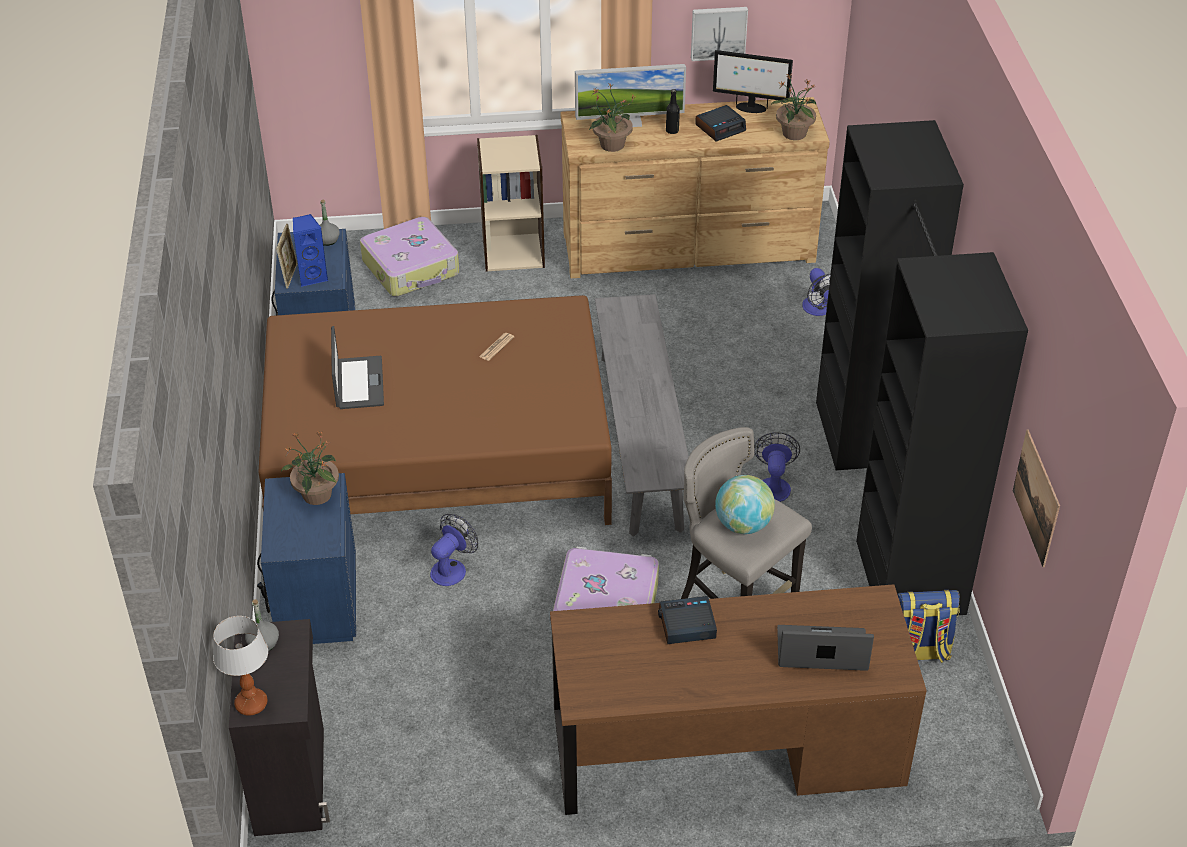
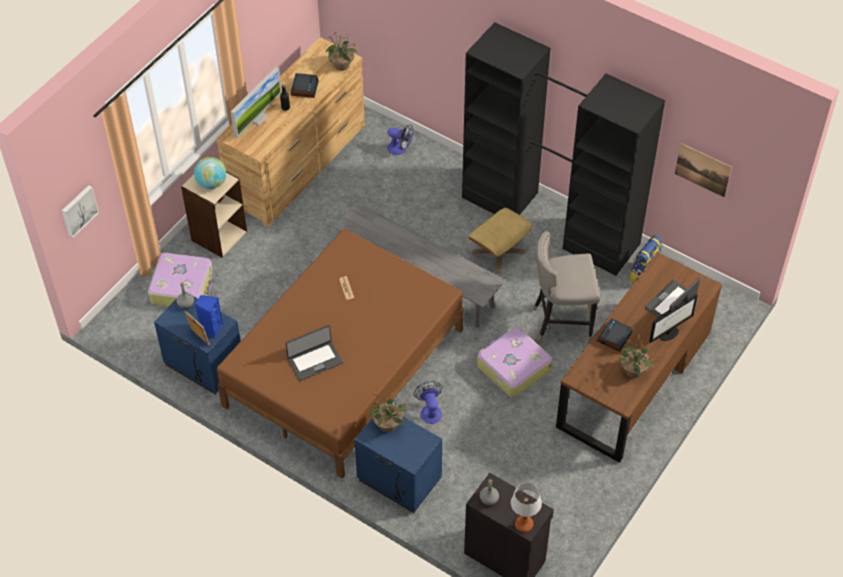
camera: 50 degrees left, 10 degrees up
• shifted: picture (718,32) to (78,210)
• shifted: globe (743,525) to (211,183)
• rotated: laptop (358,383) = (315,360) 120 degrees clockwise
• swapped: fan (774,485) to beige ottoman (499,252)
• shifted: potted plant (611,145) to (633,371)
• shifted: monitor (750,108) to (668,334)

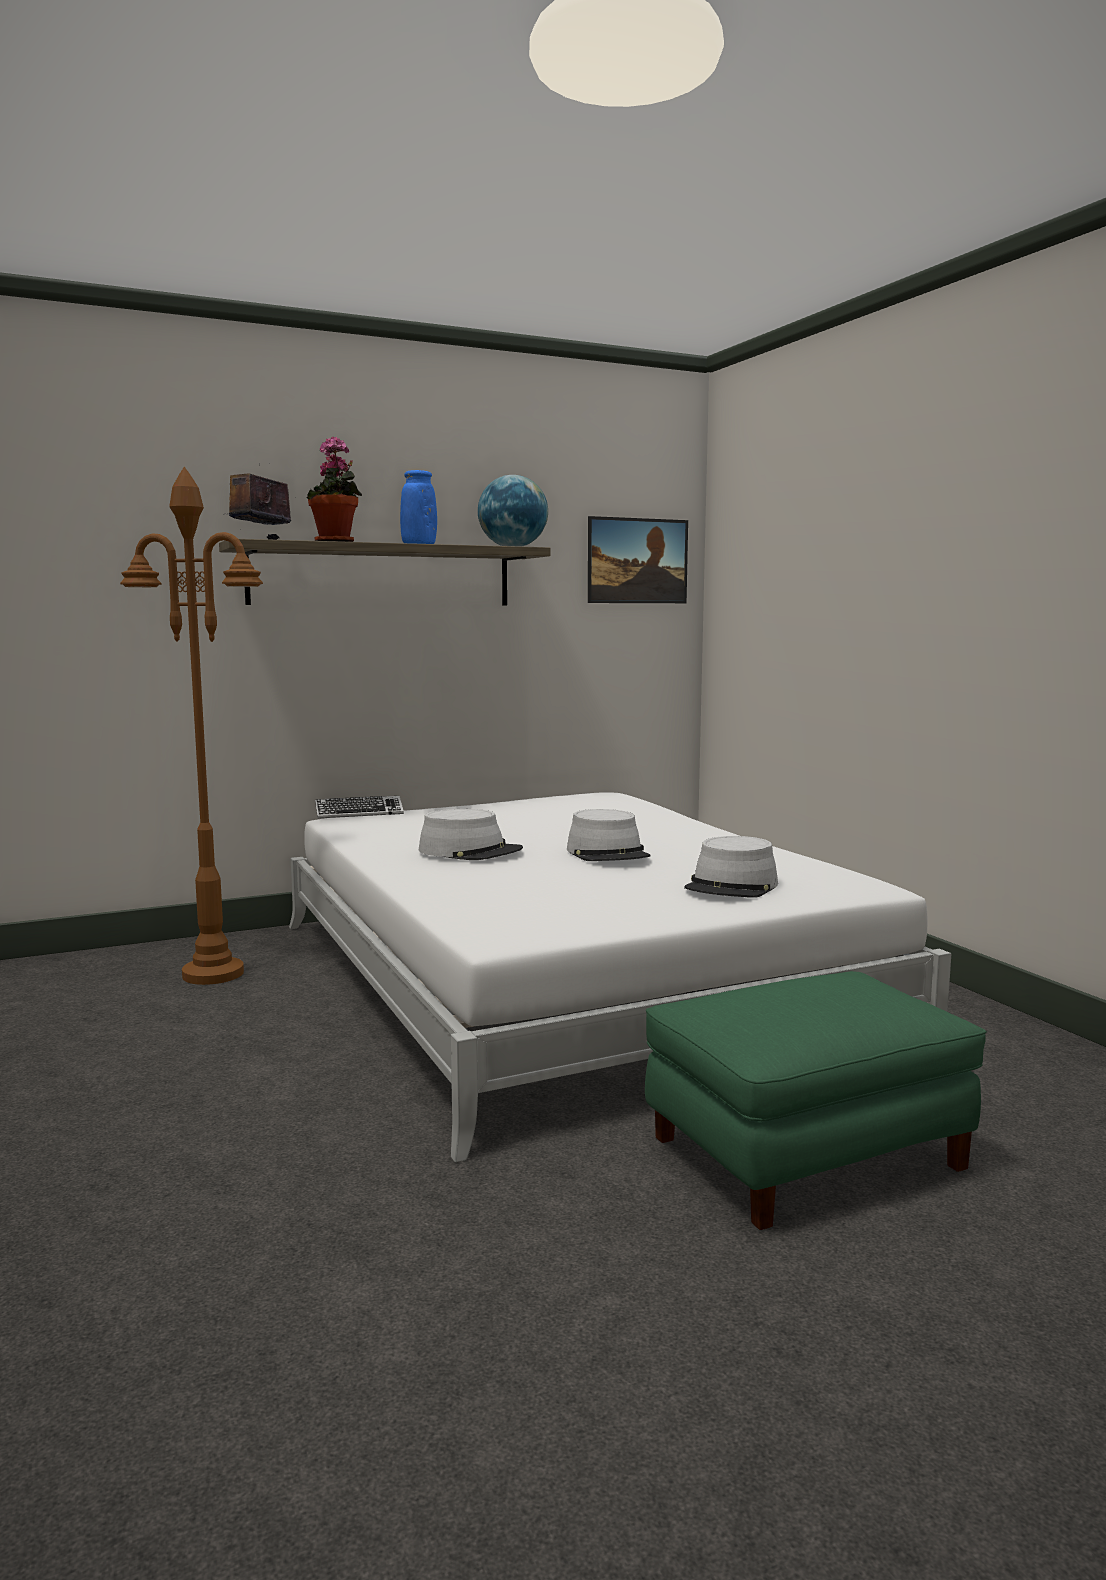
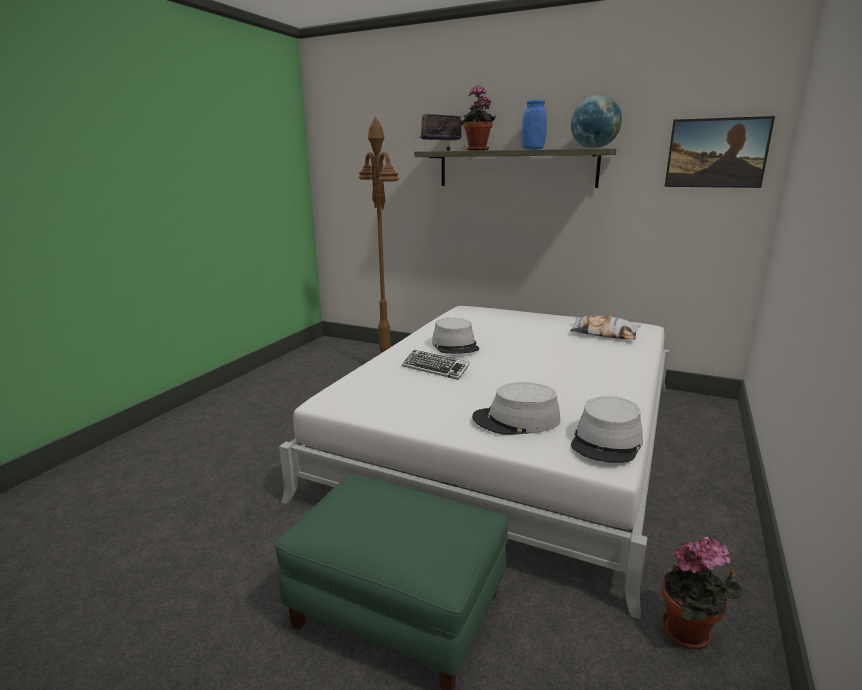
camera: 50 degrees right, 10 degrees up
• shifted: keyboard (359,813) to (435,368)
• new: pillow (604,333)
• shifted: grey hat (608,853) to (607,442)
• new: potted plant (690,634)

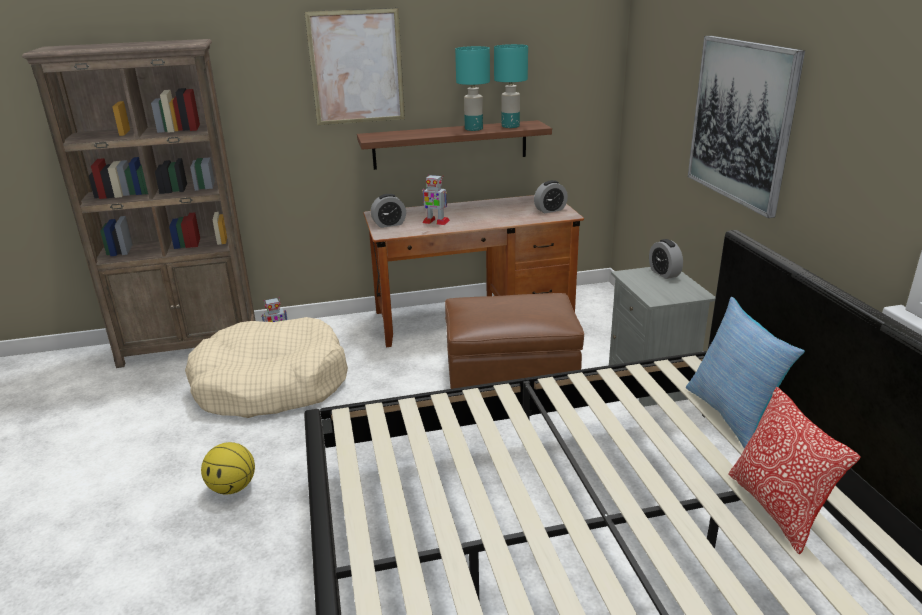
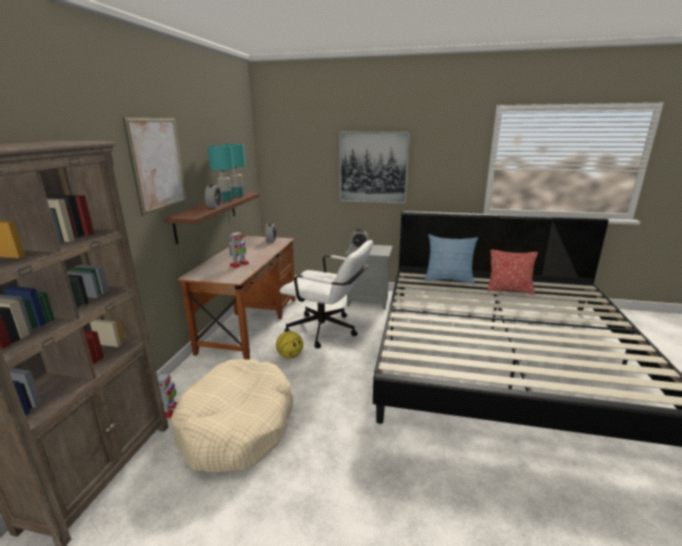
camera: 65 degrees left, 5 degrees down
• shifted: alarm clock (389,224) to (215,206)
• shifted: basketball (232,488) to (290,356)
• swapped: brown ottoman (510,377) to white office chair (328,331)

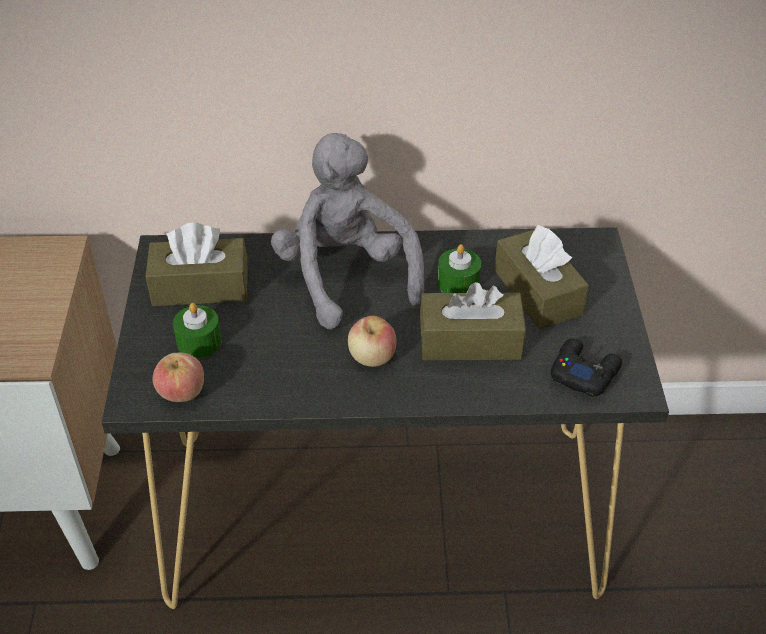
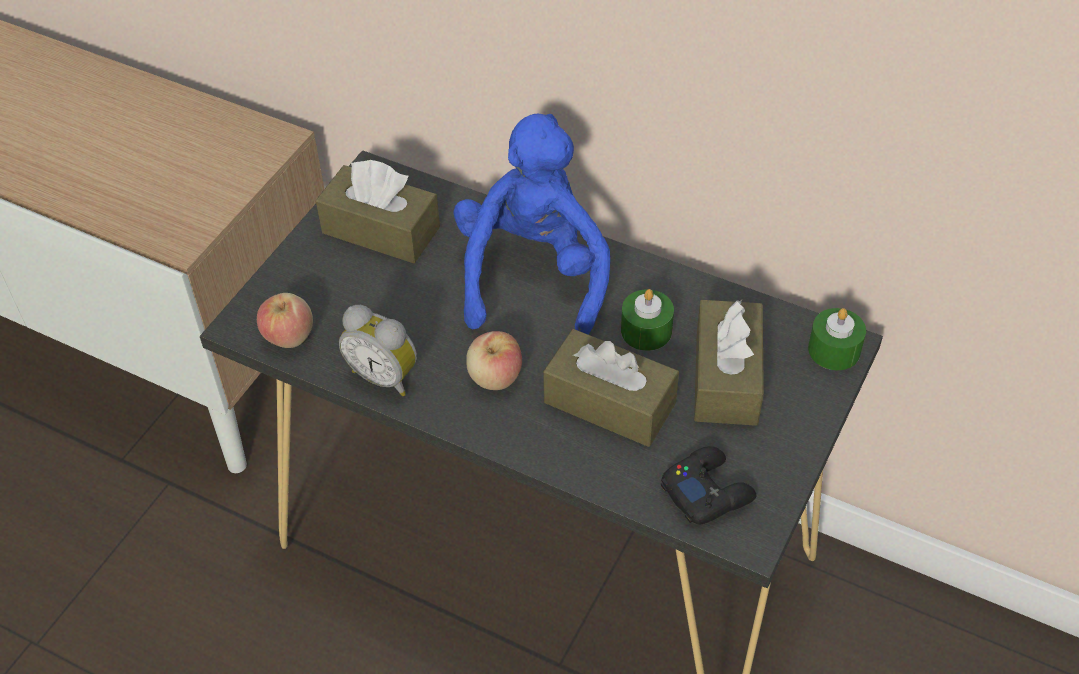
camera: 30 degrees right, 5 degrees up
• new: alarm clock (385,376)
• repainted: grey plush toy (346,276) to blue plush toy (533,275)
• shifted: green candle (199,341) to (834,350)

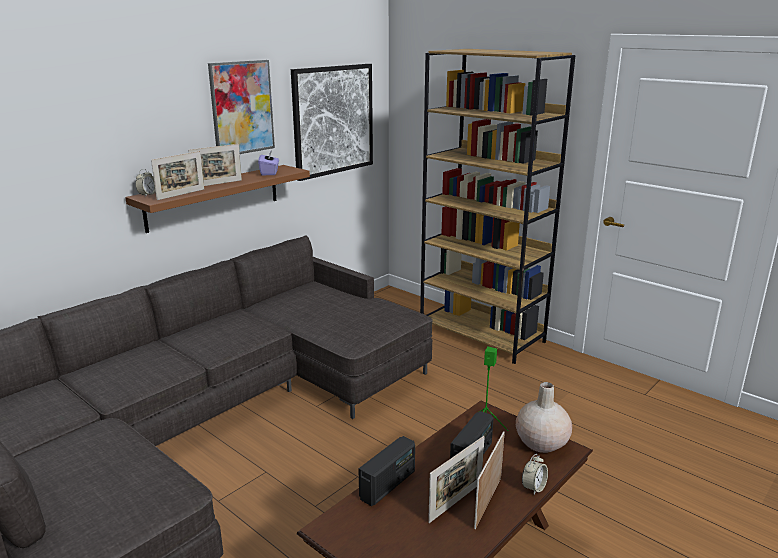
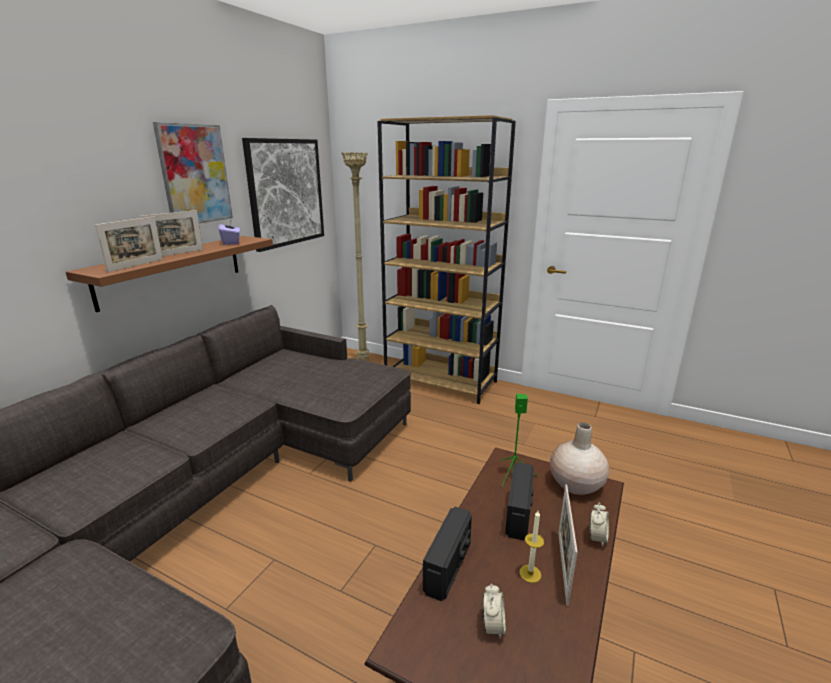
camera: 15 degrees left, 0 degrees up
• new: beige floor lamp (364,359)
• shifted: alarm clock (147,195) to (493,626)
• swapped: picture frame (455,502) to candle (530,573)

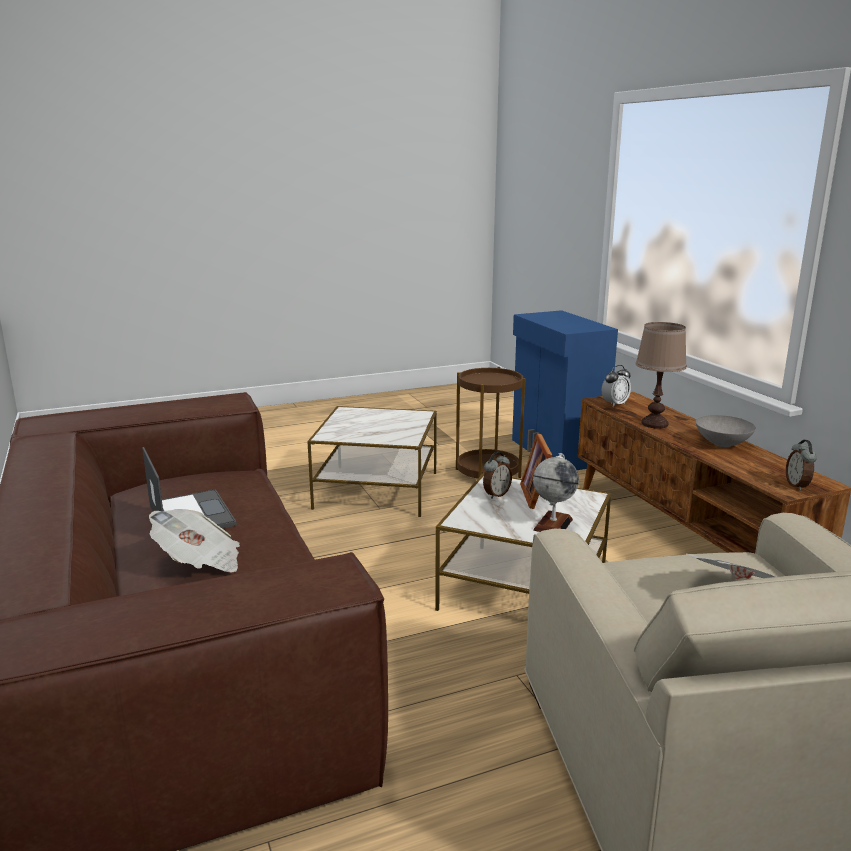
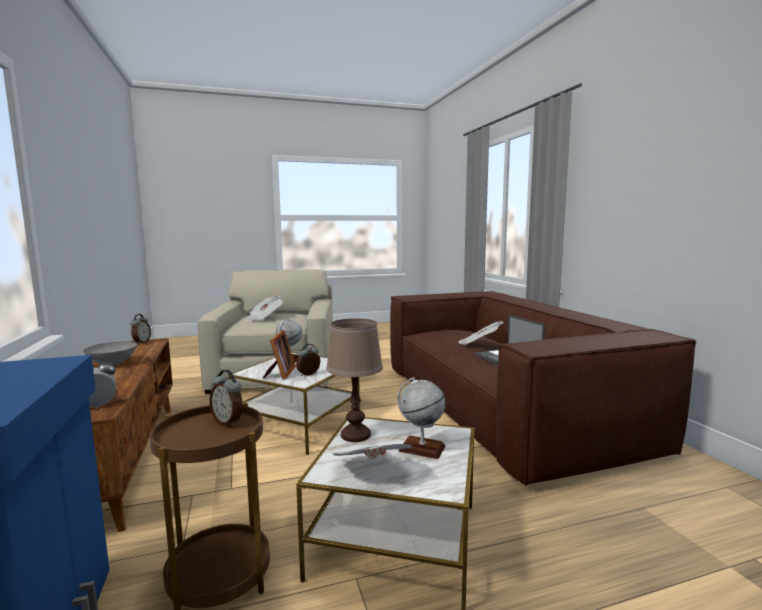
camera: 175 degrees left, 10 degrees down
• new: alarm clock (228,422)
• shifted: brown table lamp (654,424) to (356,435)
• new: newspaper (372,471)
• new: globe (421,448)

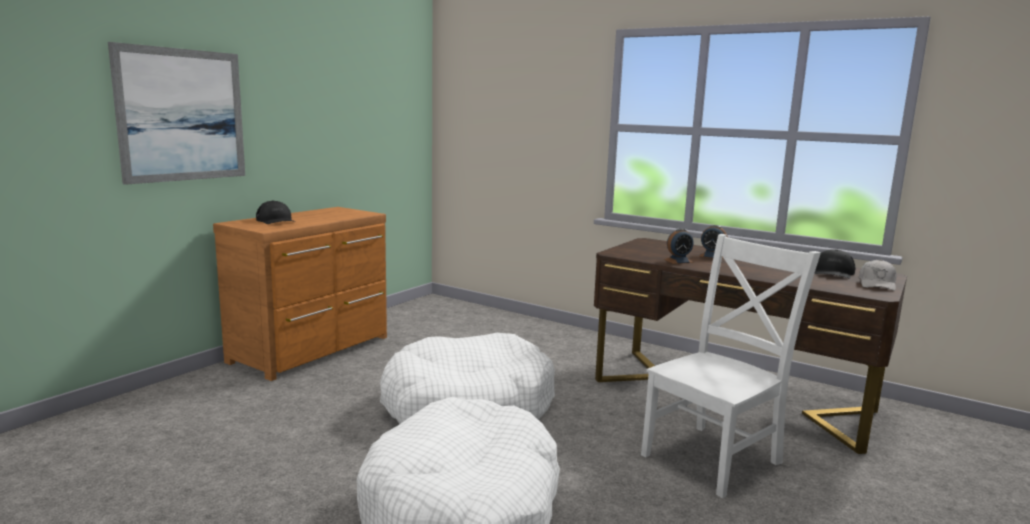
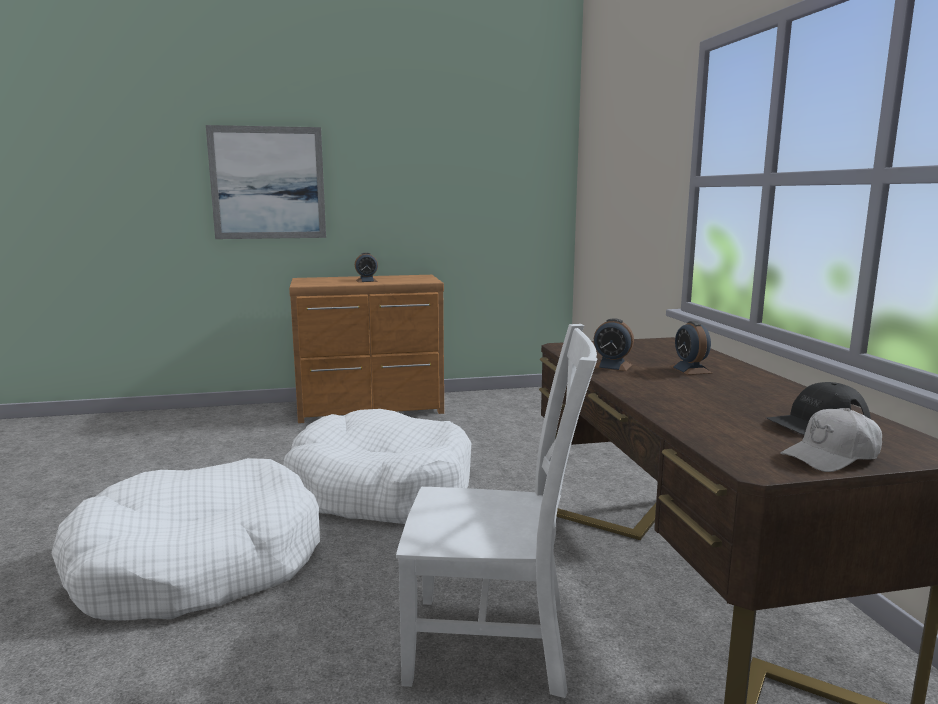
camera: 45 degrees right, 0 degrees up
• new: alarm clock (366,281)
• gone: black cap (276,220)

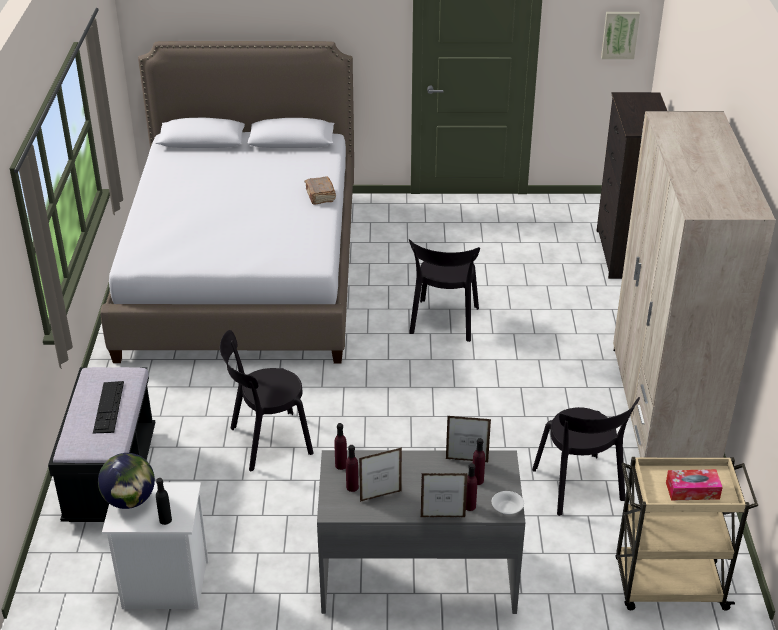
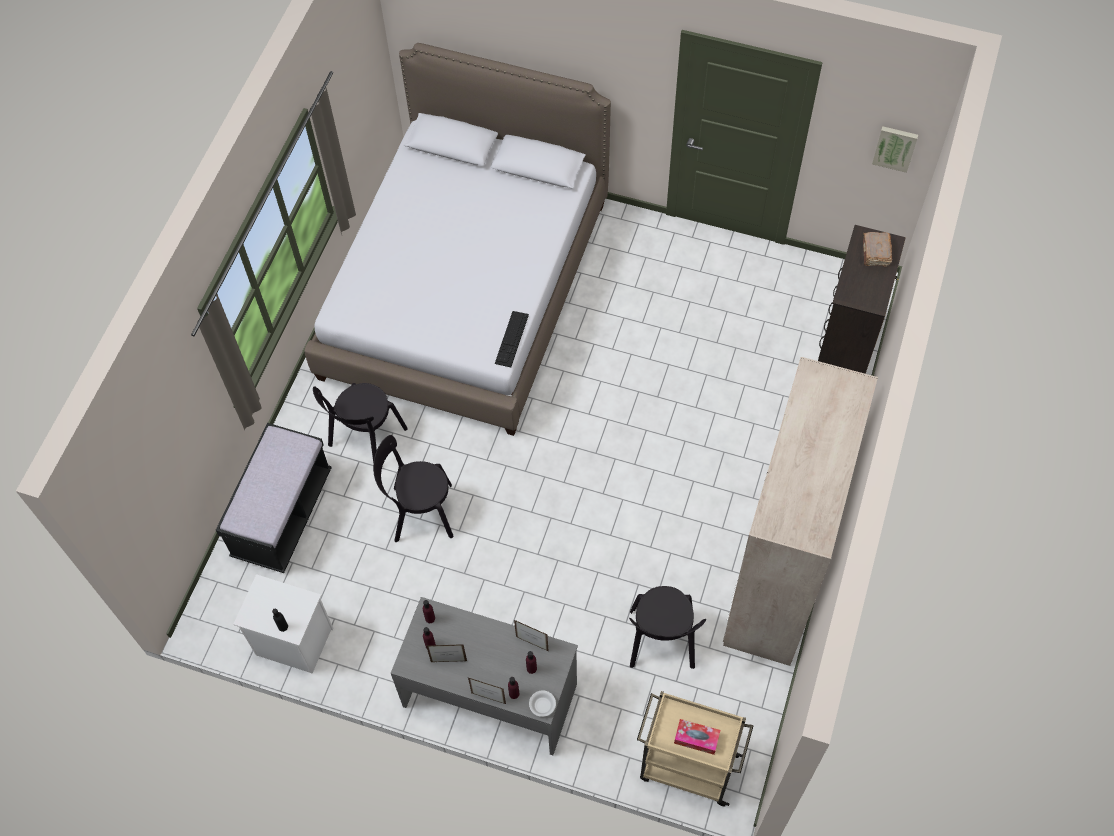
camera: 20 degrees right, 25 degrees up
• shifted: black chair (443,323) to (365,440)
• shifted: keyboard (108,407) to (511,339)
• shifted: brown book (320,196) to (875,253)
• gone: globe (130,500)

